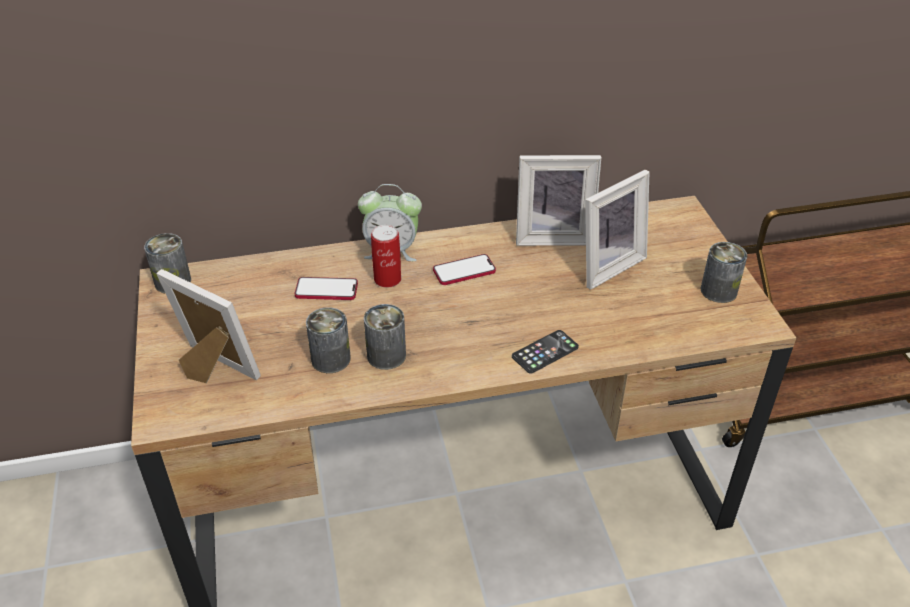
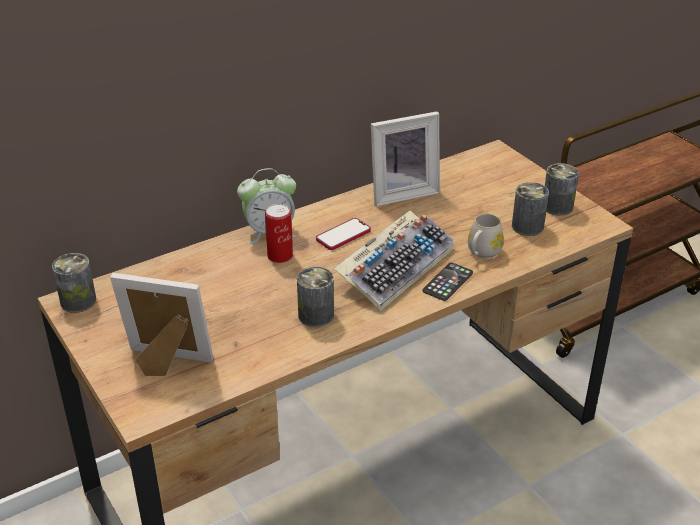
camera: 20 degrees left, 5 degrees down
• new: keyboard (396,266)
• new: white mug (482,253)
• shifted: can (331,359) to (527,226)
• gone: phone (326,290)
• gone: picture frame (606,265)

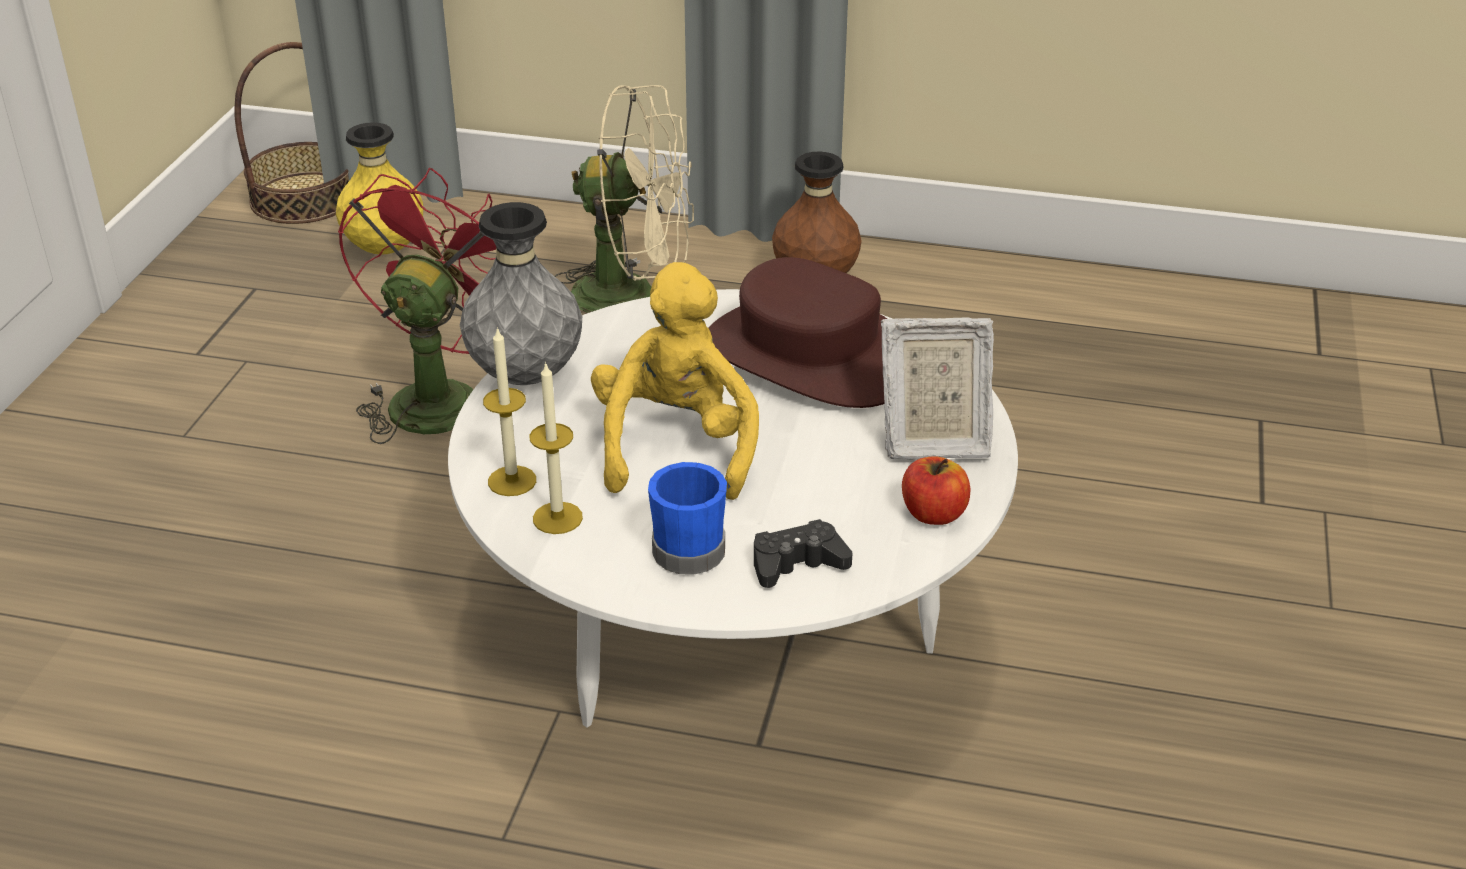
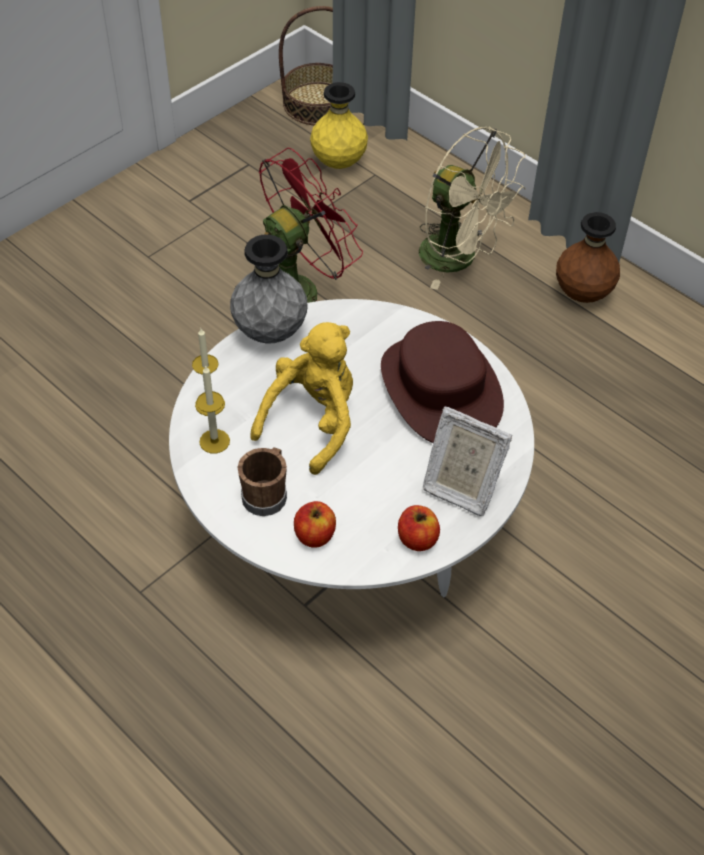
camera: 30 degrees right, 15 degrees up
• repainted: blue mug (687,546) to brown mug (266,493)
• swapped: black game controller (797,564) to apple (314,535)

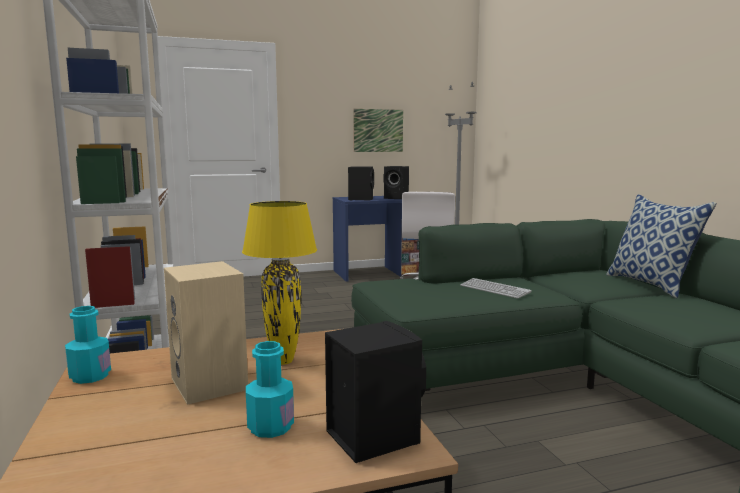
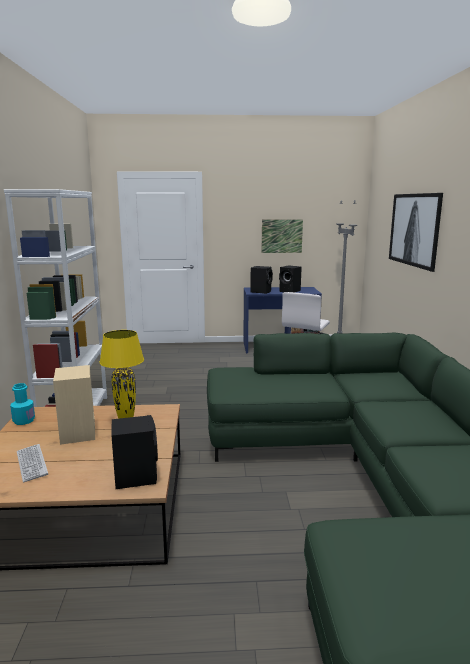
camera: 15 degrees right, 5 degrees up
• shifted: keyboard (494,289) to (31,463)
• new: picture (415,229)
• gone: turquoise bottle (270,427)
• gone: pillow (651,285)

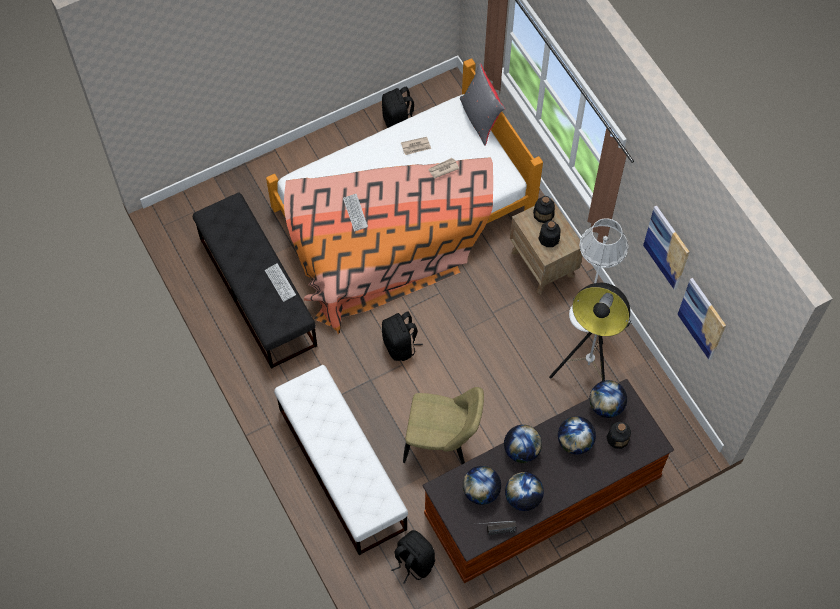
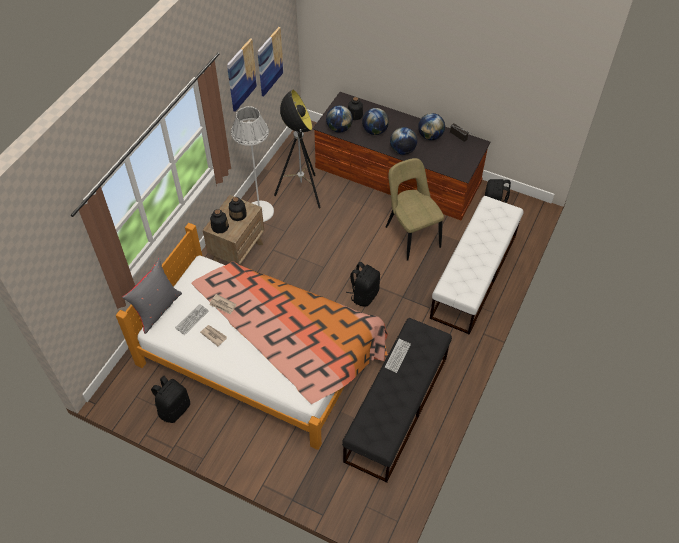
camera: 125 degrees left, 10 degrees down
• shifted: keyboard (355,213) to (192,319)
• gone: globe (481,491)

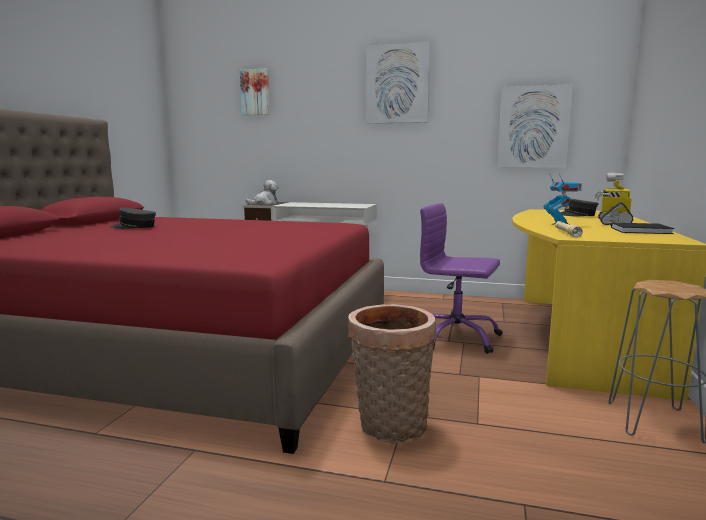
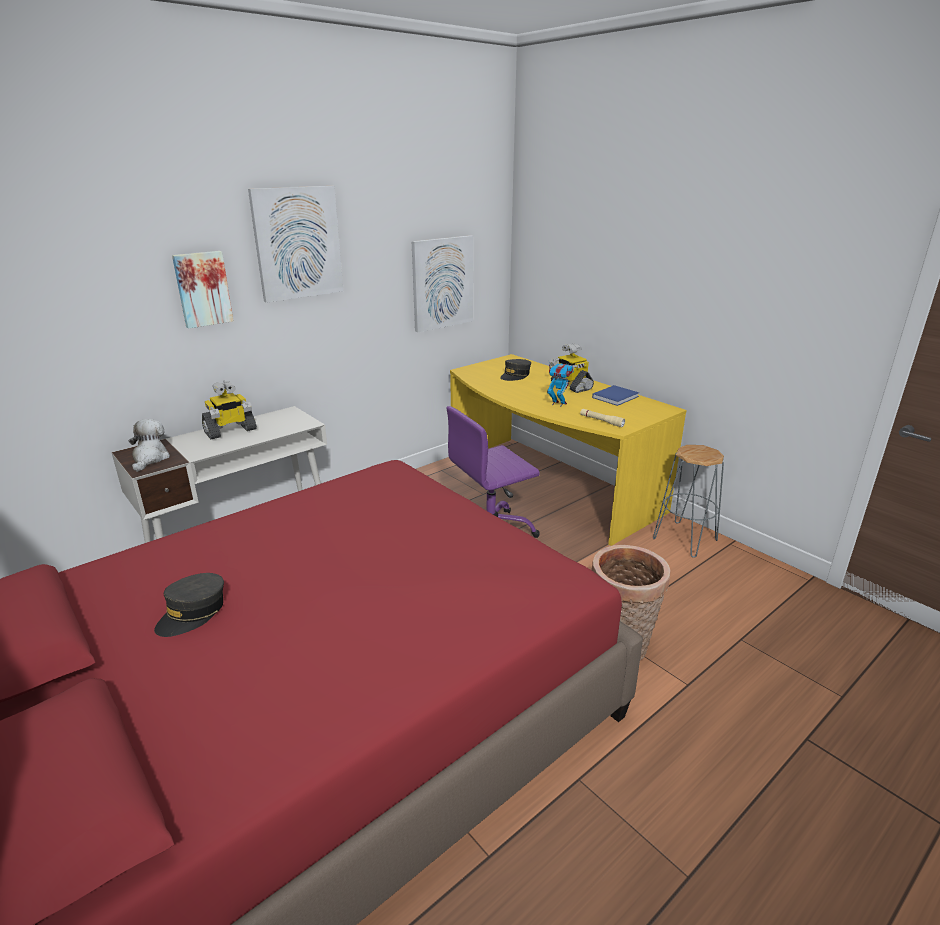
camera: 55 degrees left, 15 degrees up
• shifted: picture (255,92) to (202,289)
• new: toy robot (230,431)
• repainted: black book (642,230) to blue book (616,397)

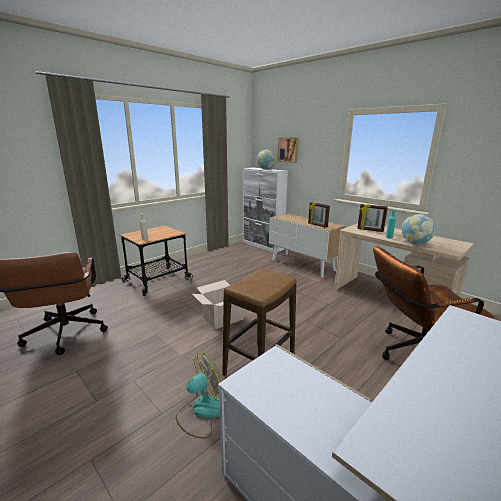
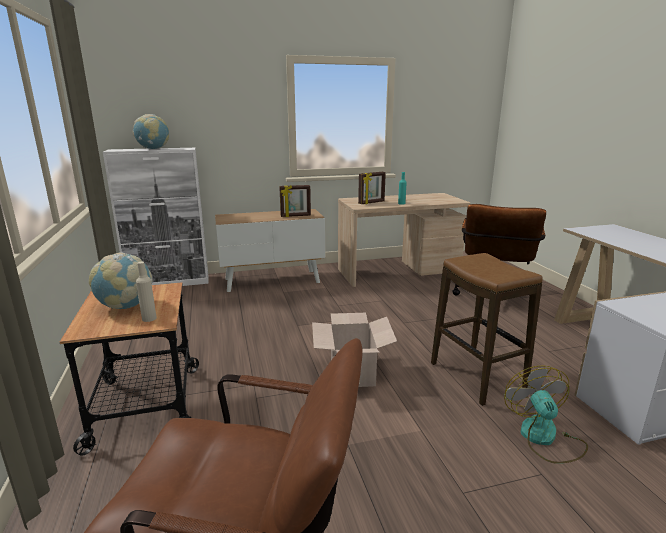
camera: 60 degrees left, 0 degrees up
• shifted: globe (415,243) to (126,306)
• gone: picture (288,150)

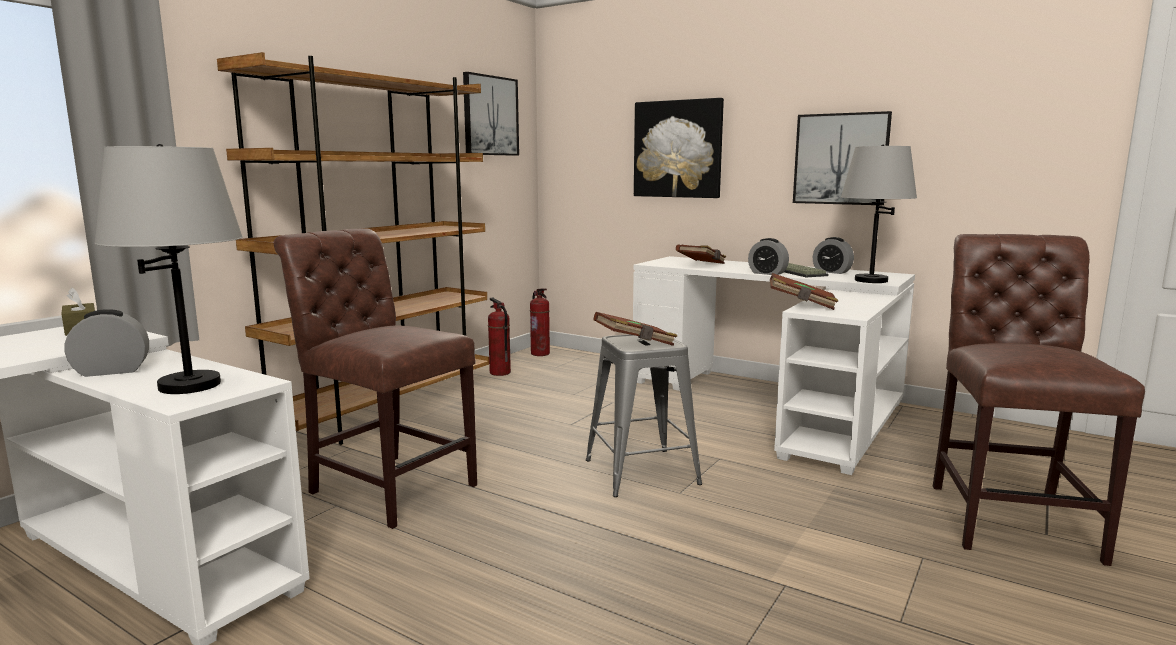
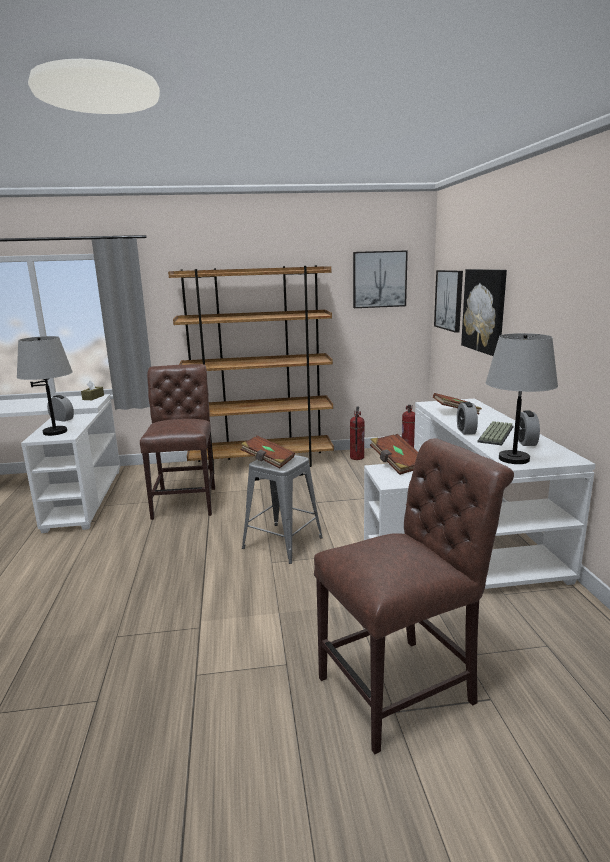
camera: 50 degrees right, 5 degrees up
• shifted: picture (841,159) to (449,300)

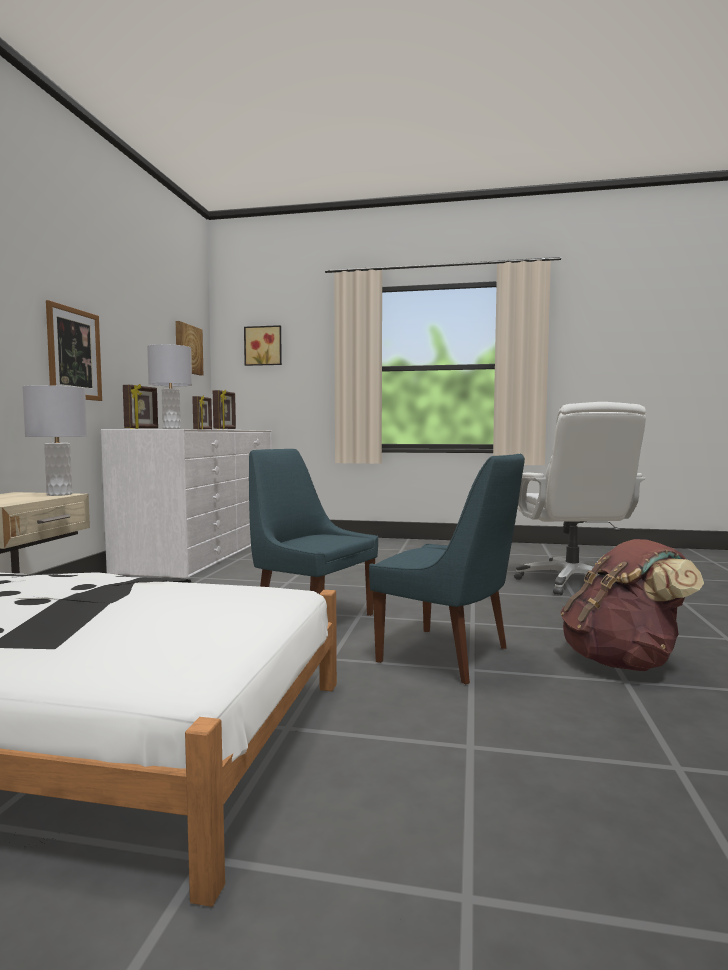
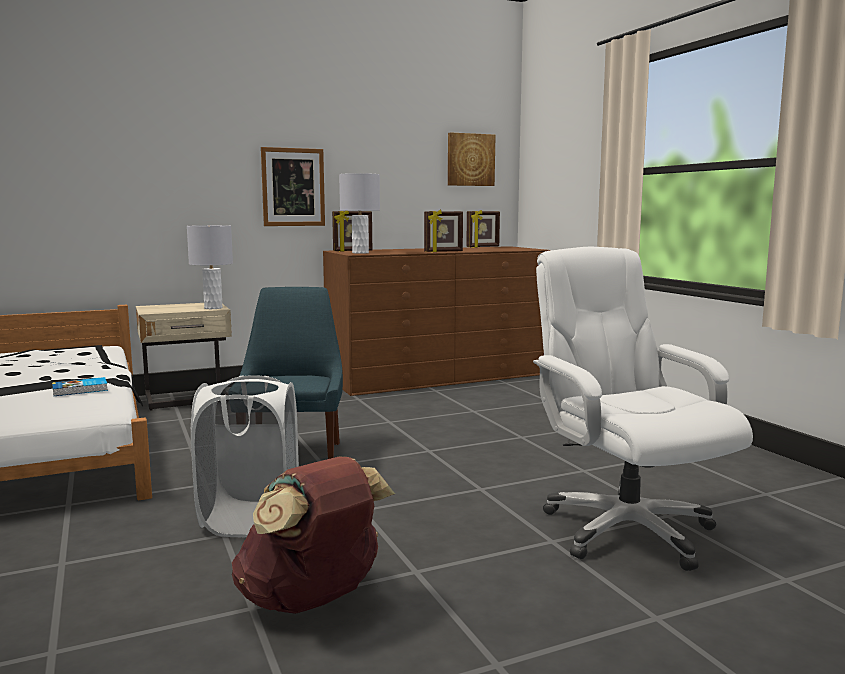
camera: 55 degrees right, 5 degrees up
• new: book (80,390)
• swapped: blue chair (449,656) to white laundry basket (250,519)
• repainted: white dresser (203,551) to brown dresser (437,376)
• rotated: white office chair (572,582) = (626,530) 105 degrees clockwise
• gone: picture (263,346)

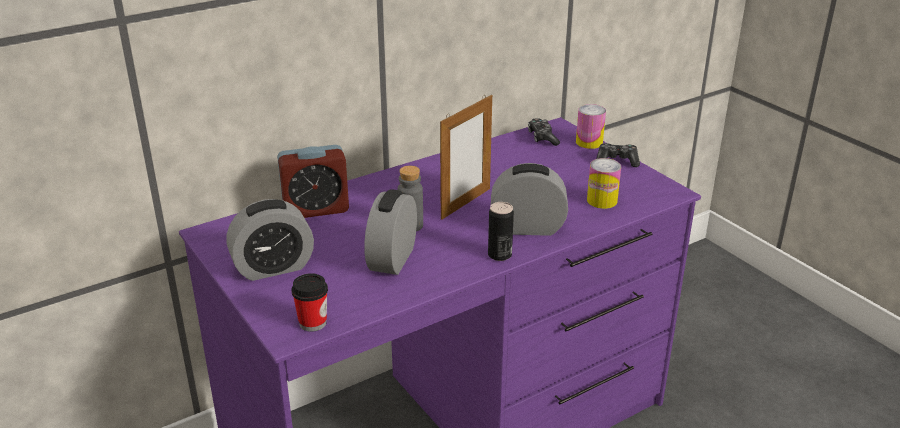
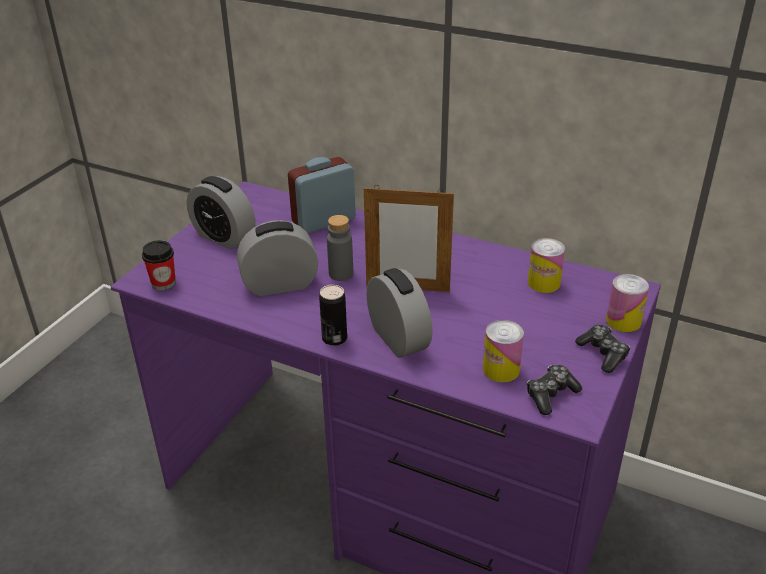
camera: 60 degrees right, 5 degrees up
• rotated: alarm clock (316,209) = (323,220) 105 degrees clockwise
• shifted: game controller (542,138) to (550,395)
• new: can (543,283)

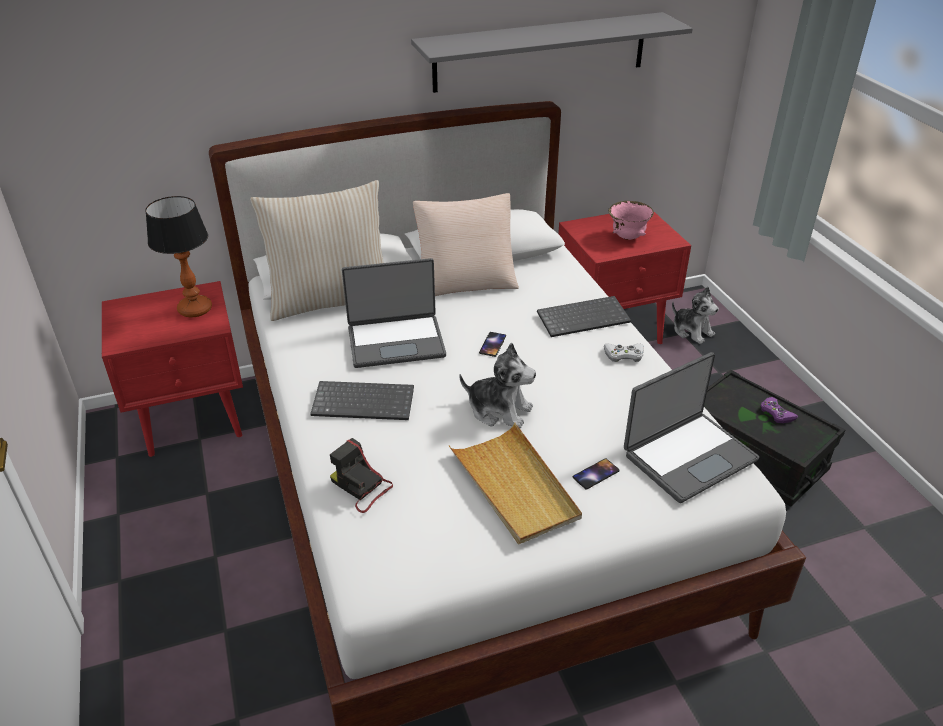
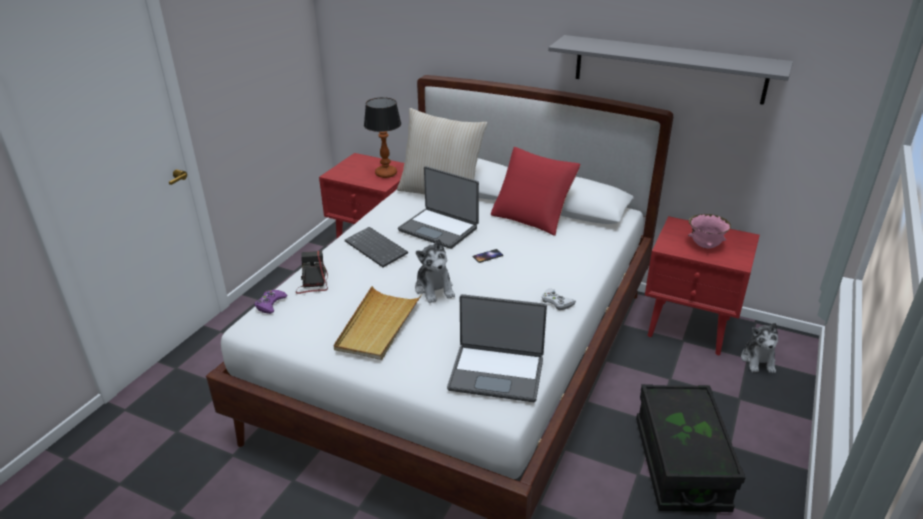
camera: 45 degrees right, 5 degrees down
• shifted: purple game controller (776,413) to (270,304)
• repainted: beige pillow (466,279) to red pillow (532,216)
• gone: keyboard (583,317)
• gone: phone (595,474)

